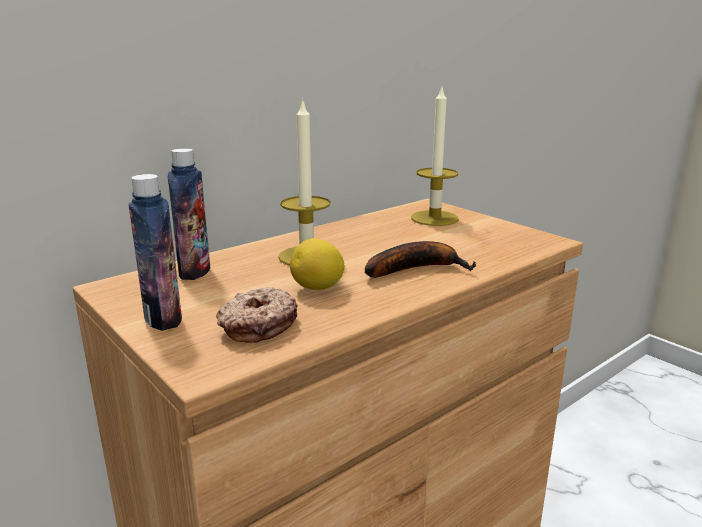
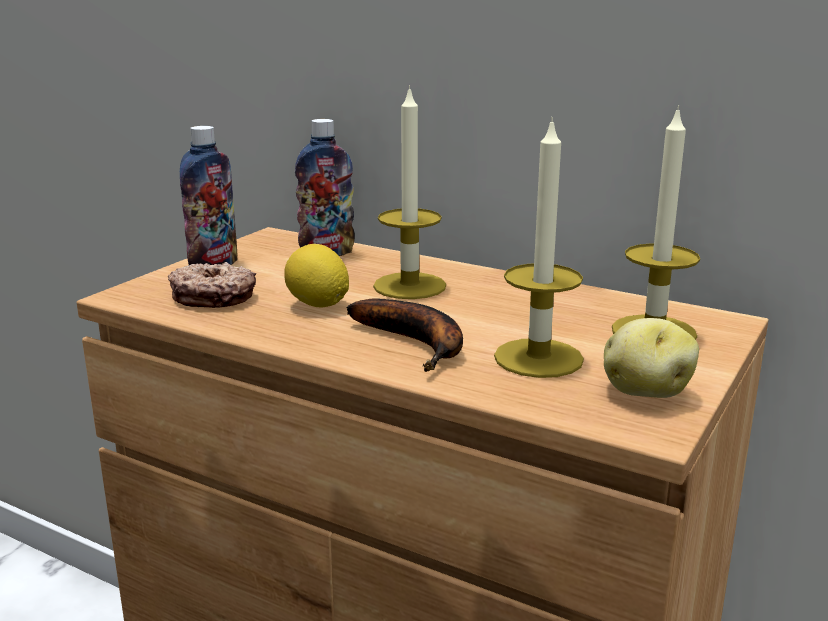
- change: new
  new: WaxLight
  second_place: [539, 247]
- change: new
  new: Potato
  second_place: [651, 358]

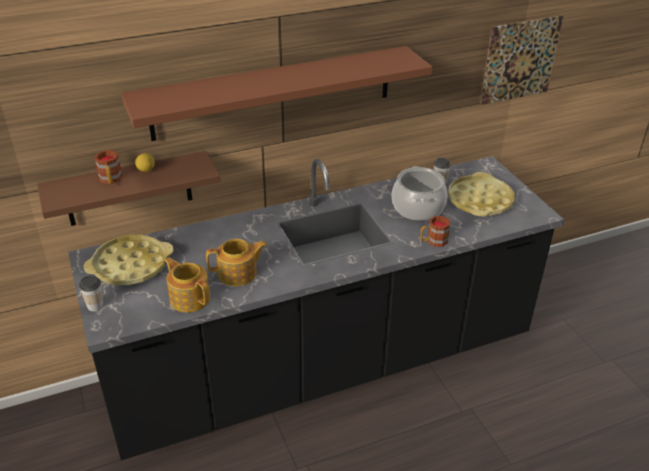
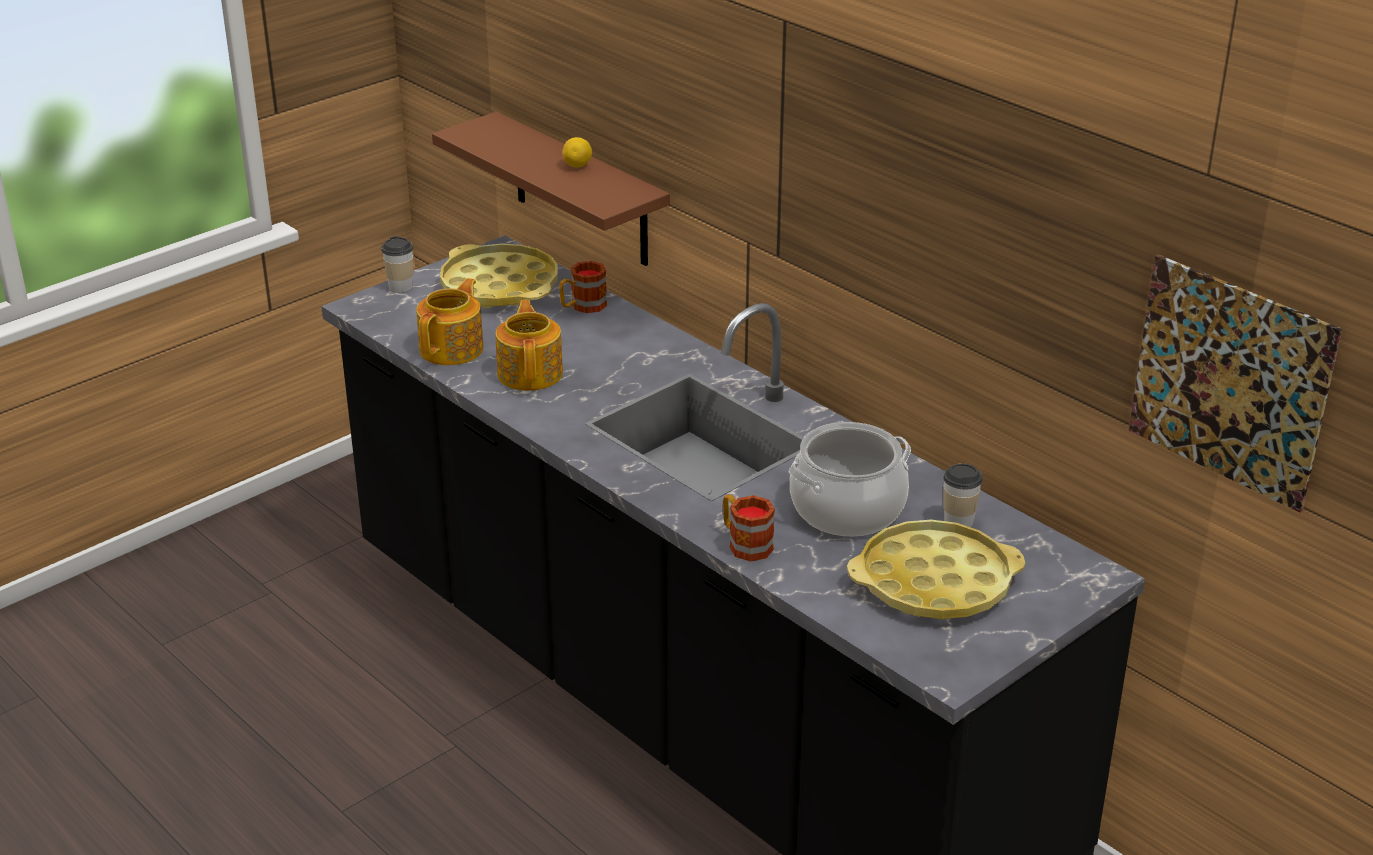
- change: rotated
  old: PotForTea
  first_place: [236, 262]
  second_place: [529, 345]
  degrees: -150
- change: shifted
  old: CoffeeMug
  first_place: [108, 167]
  second_place: [583, 287]
- change: gone
  old: BrownColouredShelf
  first_place: [276, 93]

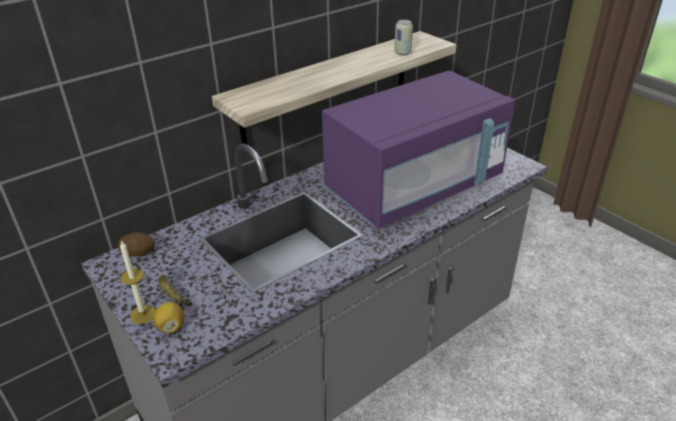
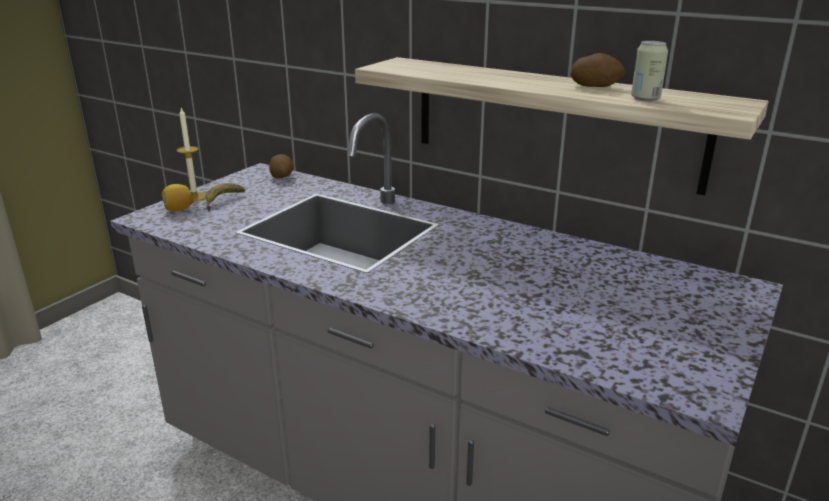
- change: new
  new: Potato
  second_place: [597, 70]
- change: gone
  old: PurpleColouredMicrowaveOven
  first_place: [418, 150]

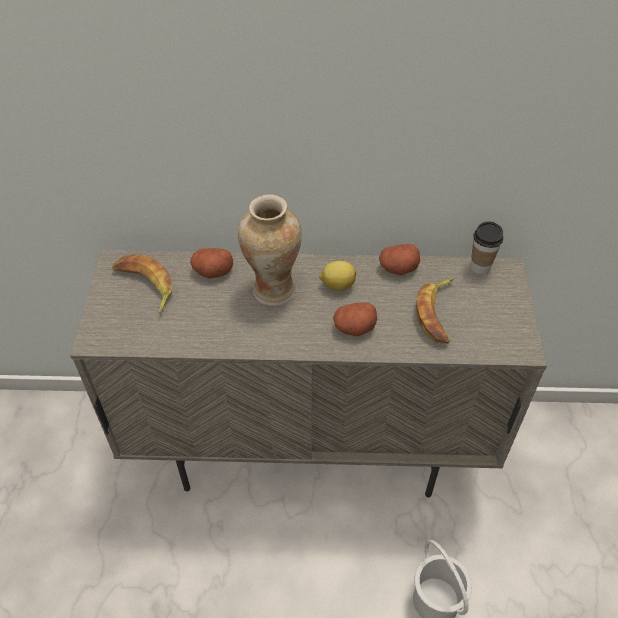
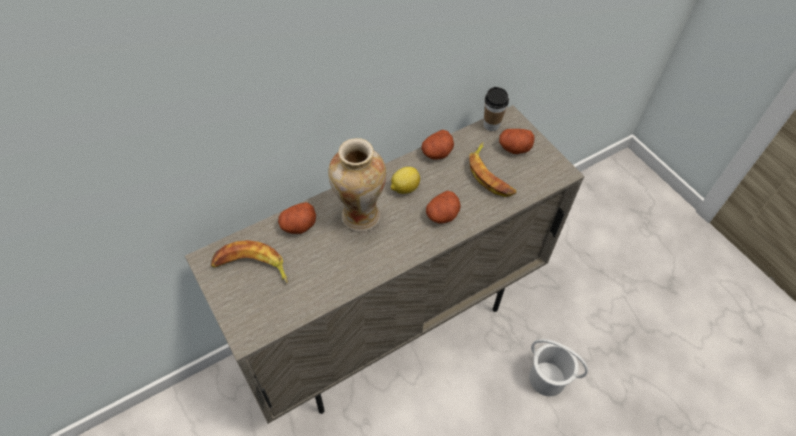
- change: new
  new: Potato
  second_place: [517, 141]

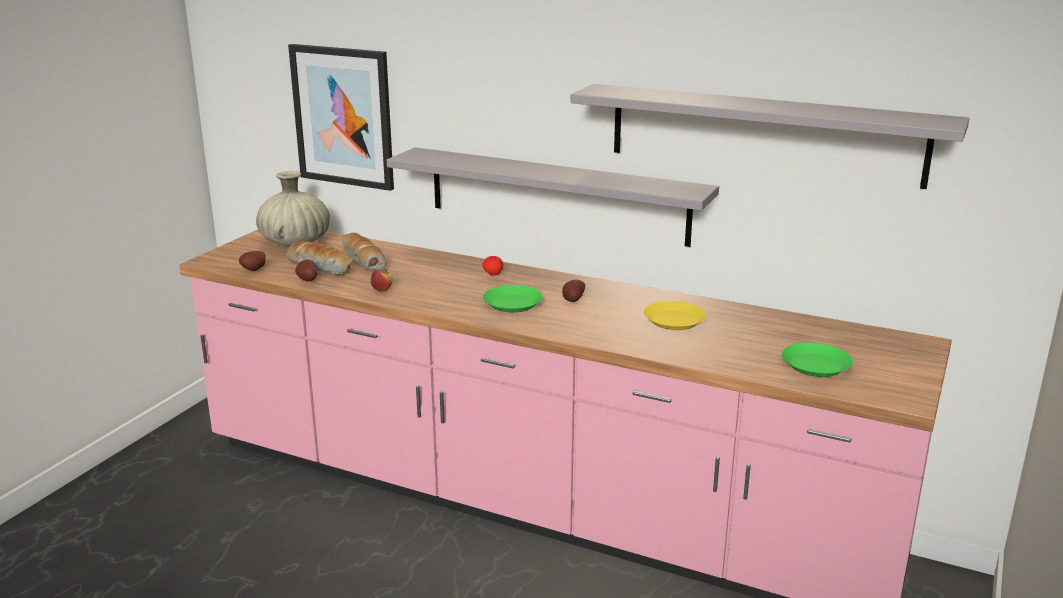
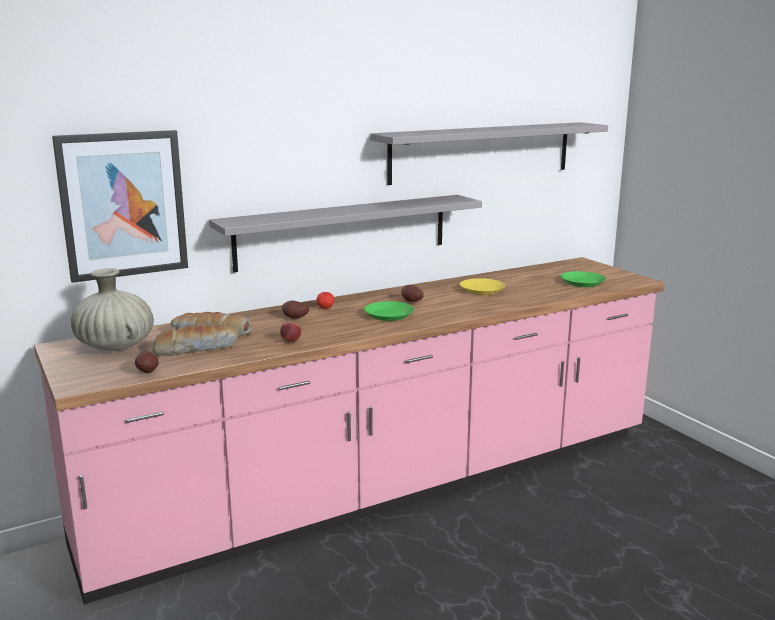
- change: shifted
  old: Potato
  first_place: [306, 270]
  second_place: [295, 310]

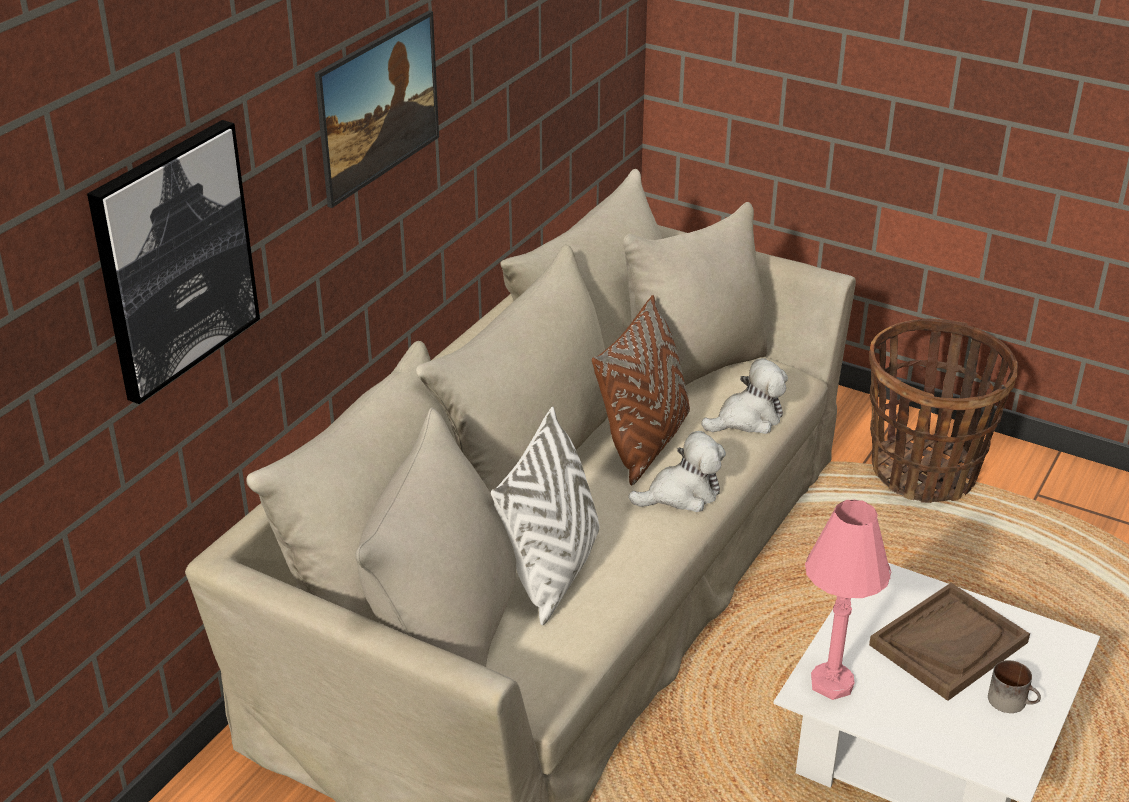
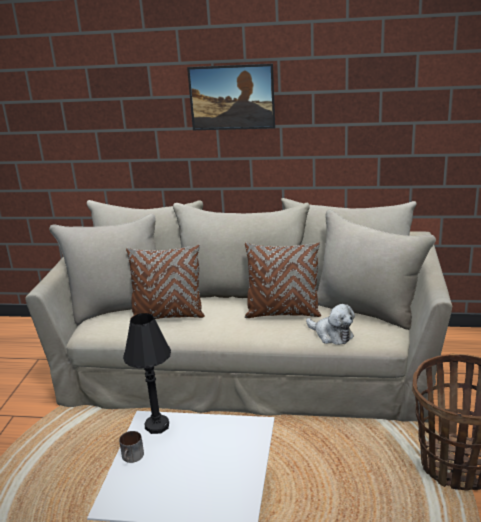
- change: shifted
  old: CoffeeMug
  first_place: [1014, 686]
  second_place: [131, 447]
- change: repainted
  old: PinkColouredTableLamp
  new: BlackTableLamp
  first_place: [848, 600]
  second_place: [147, 373]
- change: repainted
  old: WhitishPillow
  new: BrownColouredPillow
  first_place: [545, 516]
  second_place: [165, 282]
- change: gone
  old: Picture
  first_place: [173, 262]
- change: gone
  old: SoftToy
  first_place: [677, 471]
- change: gone
  old: BrownColouredServingTray
  first_place: [949, 642]

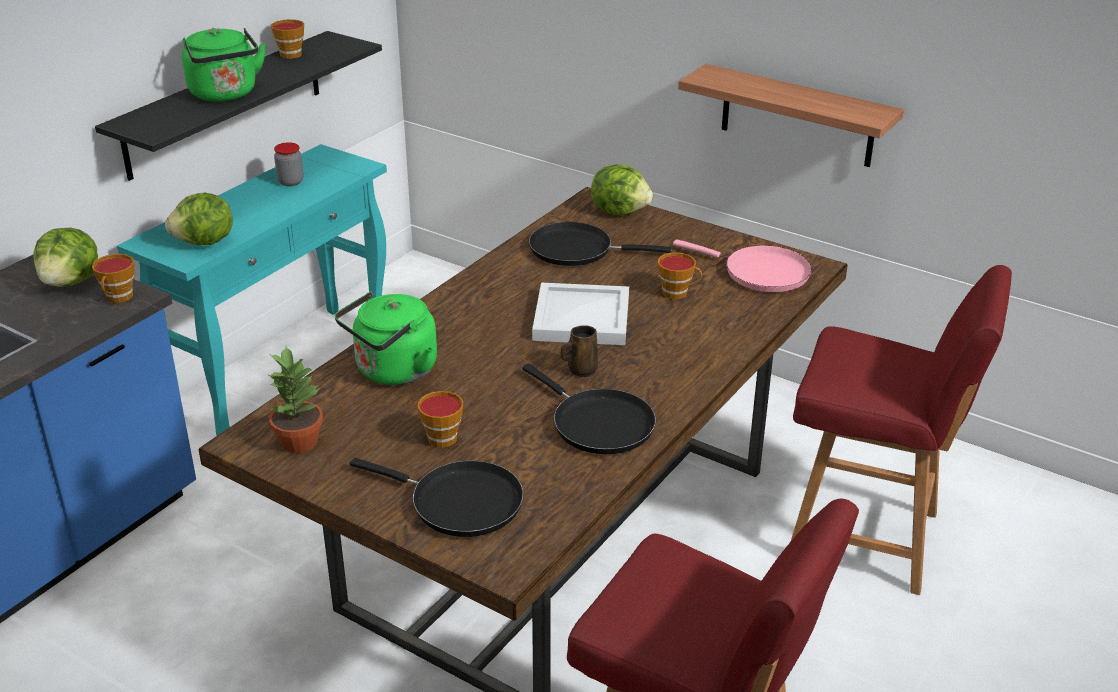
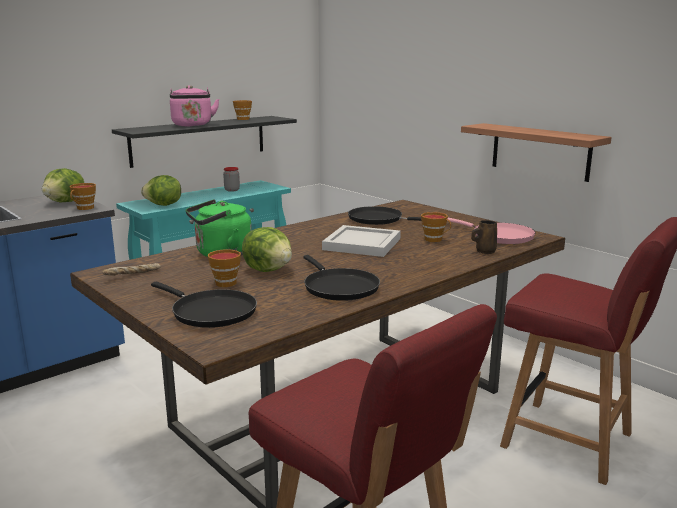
- change: swapped
  old: PottedPlant
  new: Bread
  first_place: [295, 400]
  second_place: [131, 269]
- change: repainted
  old: GreenKettle
  new: PinkColouredKettle
  first_place: [224, 65]
  second_place: [194, 106]
- change: shifted
  old: LettuceHead
  first_place: [622, 190]
  second_place: [267, 249]
- change: shifted
  old: BrownColouredCoffeeMug
  first_place: [579, 351]
  second_place: [484, 237]

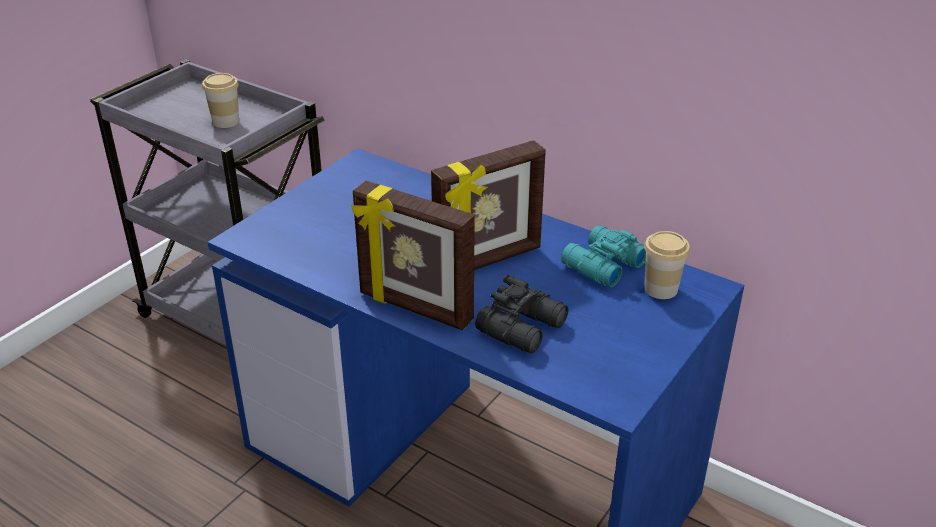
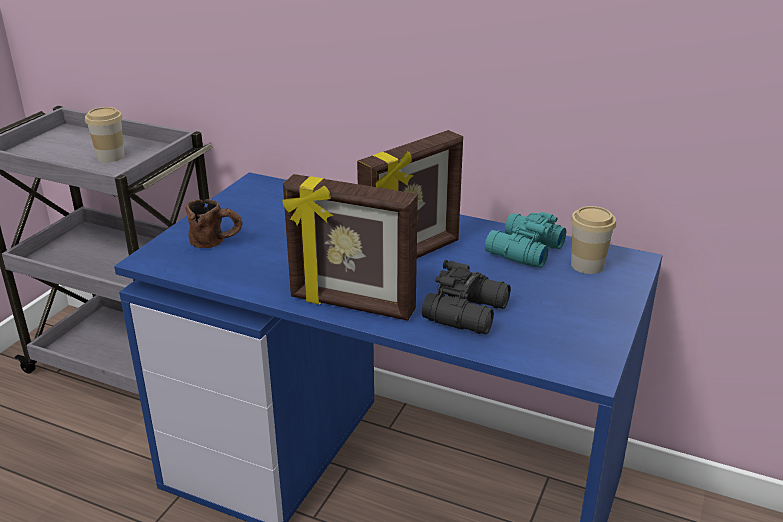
- change: new
  new: BrownColouredCoffeeMug
  second_place: [214, 223]

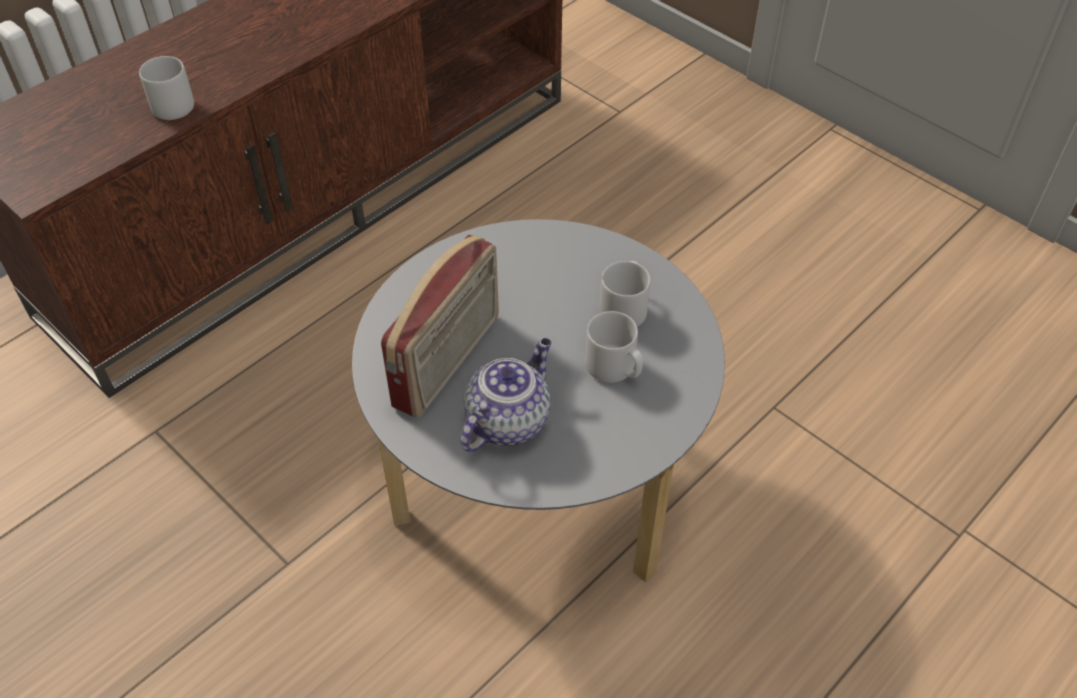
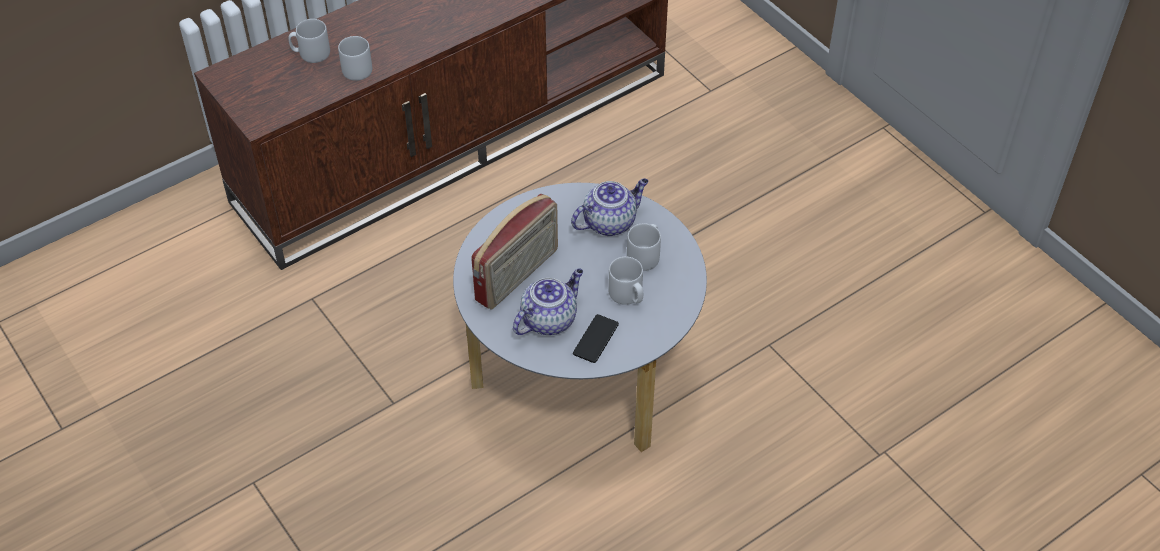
- change: new
  new: GreyishCoffeeMug
  second_place: [309, 41]
- change: new
  new: PotForTea
  second_place: [610, 207]
- change: new
  new: Phone
  second_place: [596, 338]

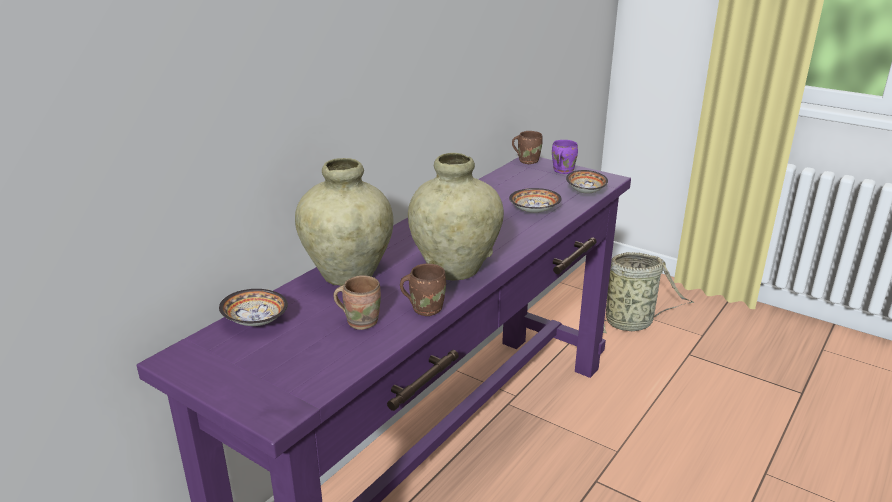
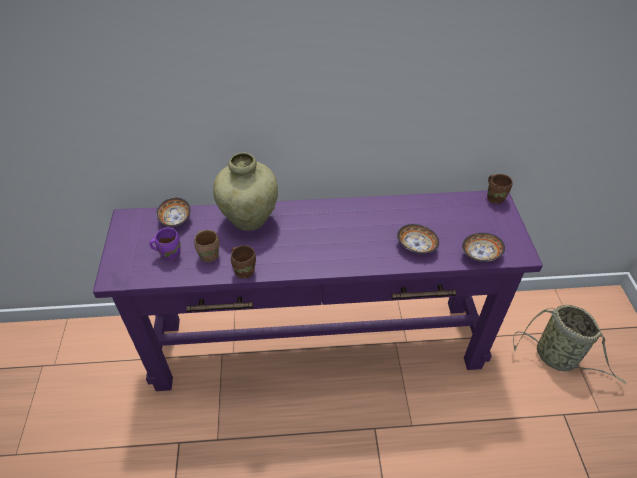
- change: shifted
  old: PurpleColouredCoffeeMug
  first_place: [565, 157]
  second_place: [164, 244]
- change: gone
  old: BeigeColouredVase
  first_place: [456, 217]

